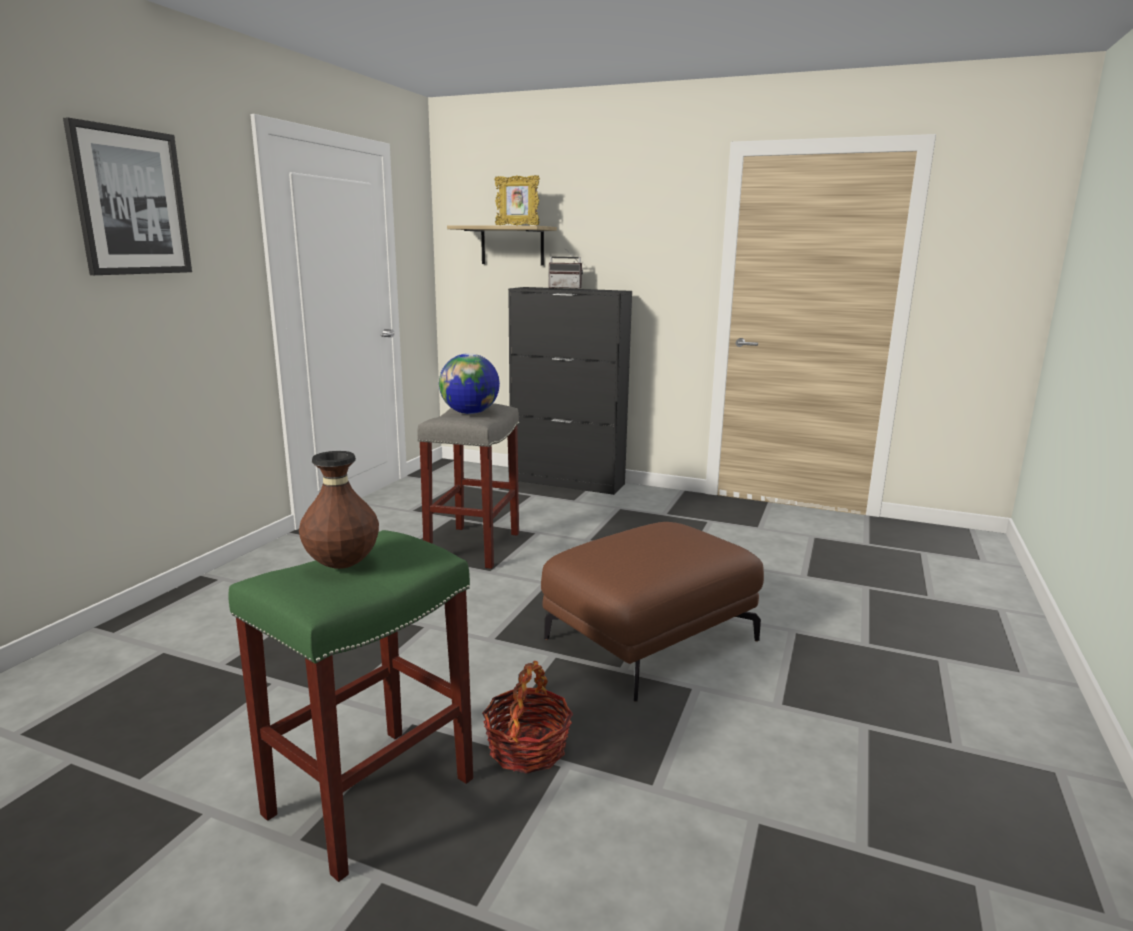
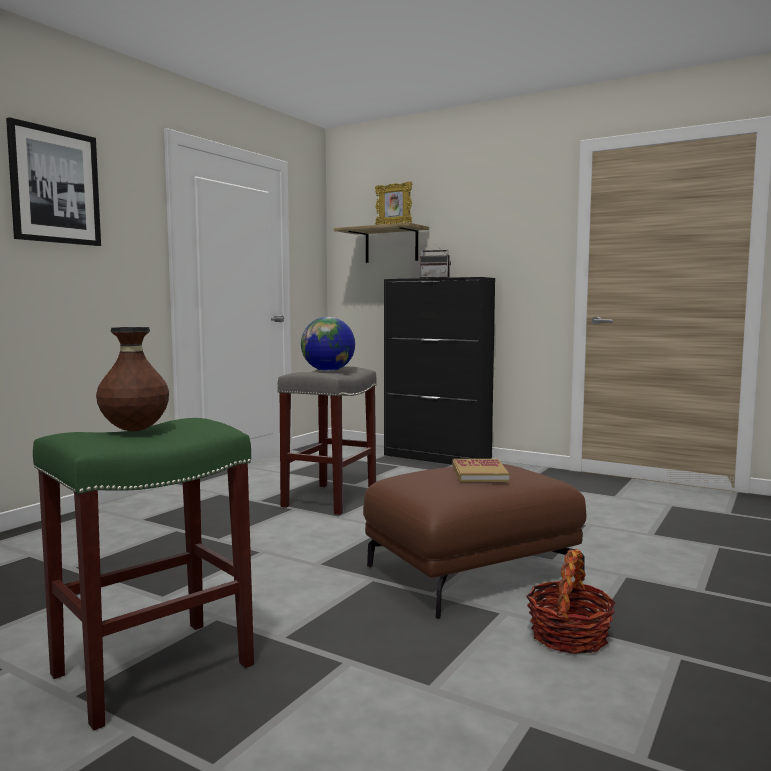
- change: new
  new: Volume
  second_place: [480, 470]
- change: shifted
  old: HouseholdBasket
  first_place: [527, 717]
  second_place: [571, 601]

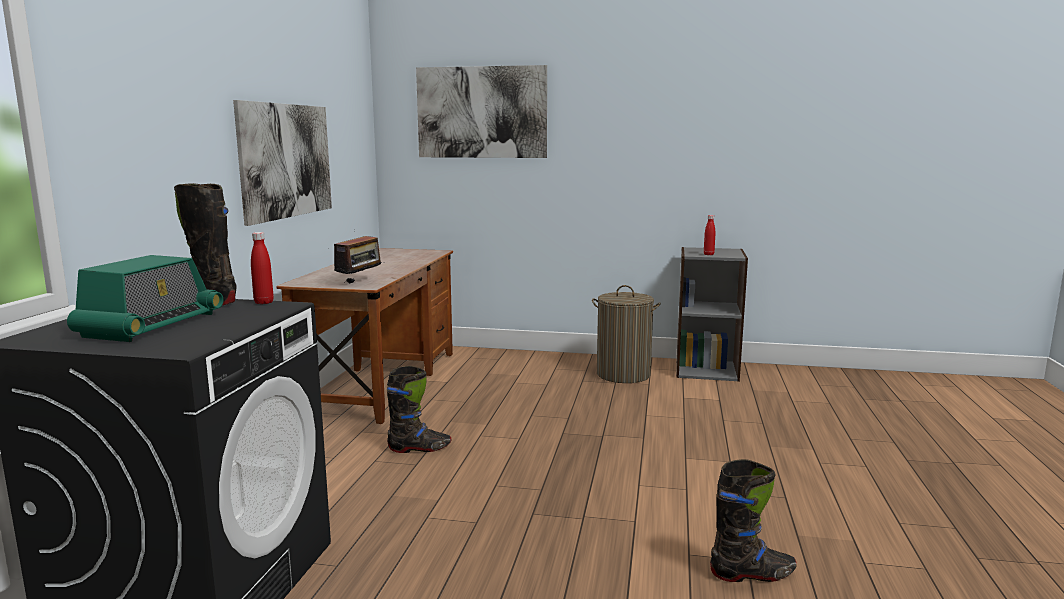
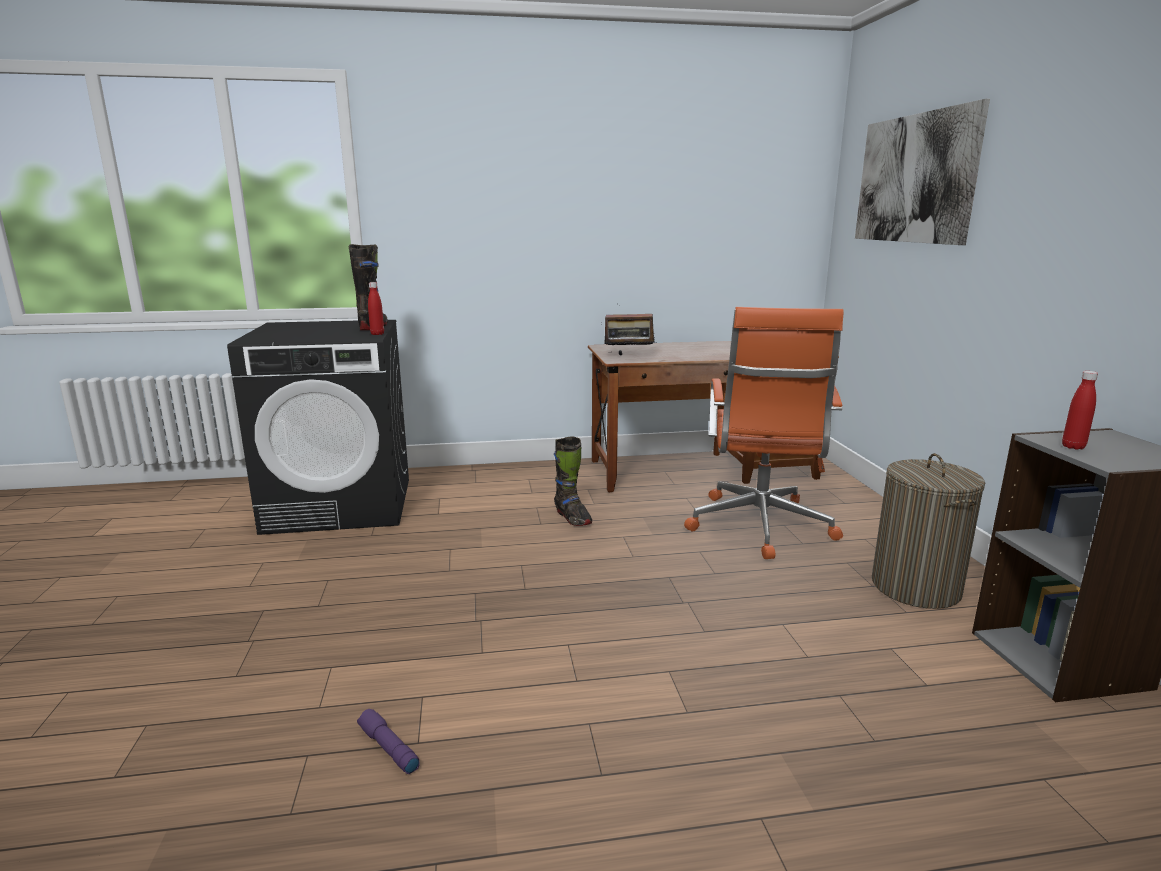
- change: swapped
  old: BlackHighTopBoot
  new: PurpleColouredHandTorch
  first_place: [753, 520]
  second_place: [388, 741]
- change: new
  new: OrangeComputerChair
  second_place: [764, 433]
- change: gone
  old: RadioSet
  first_place: [145, 298]
- change: gone
  old: Picture
  first_place: [282, 163]

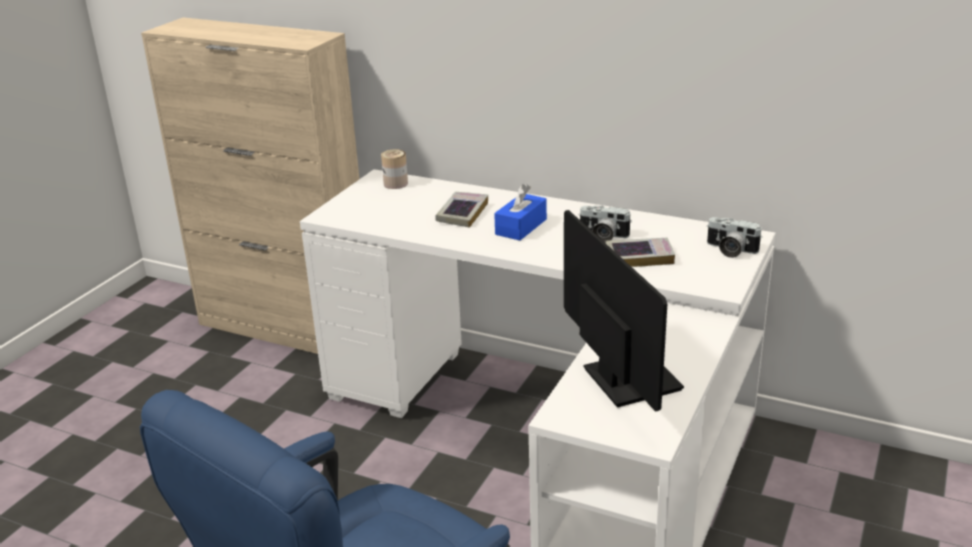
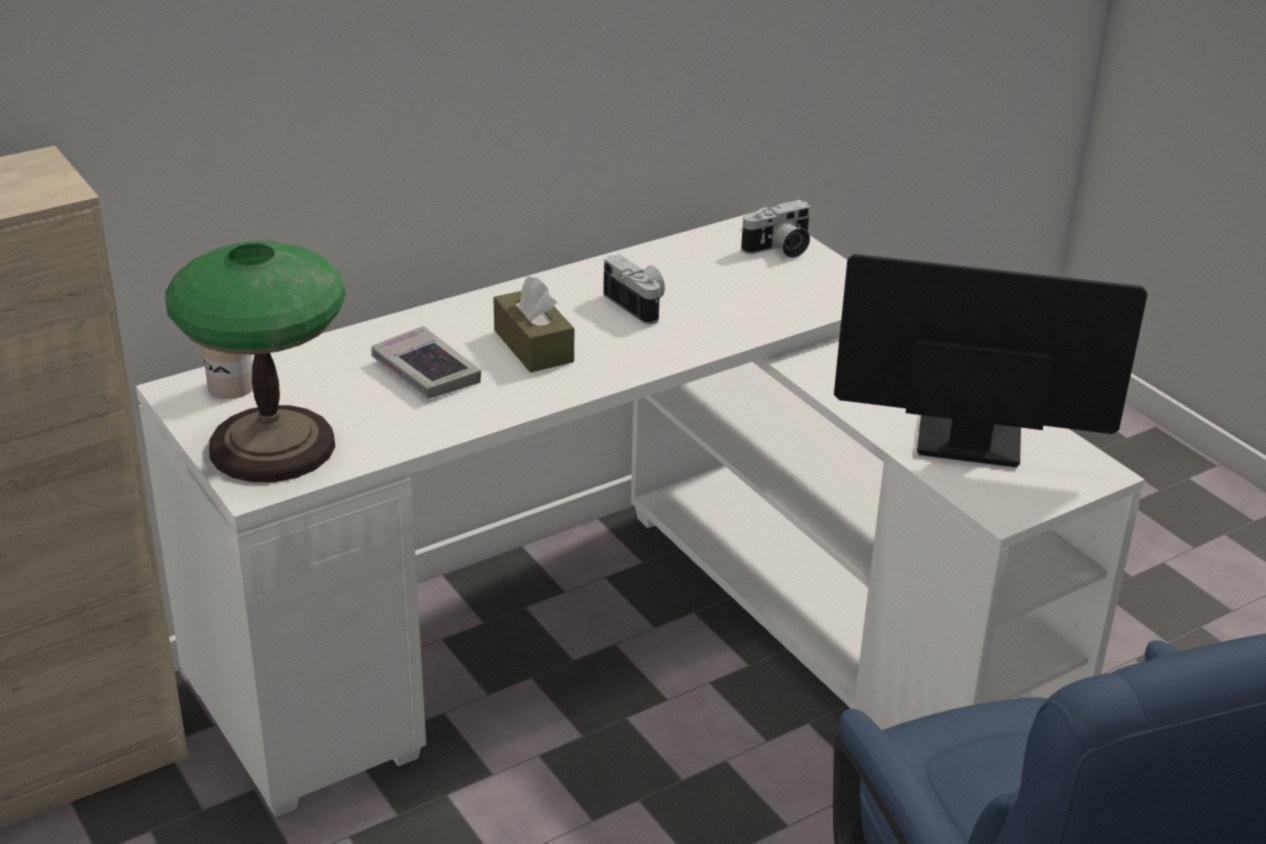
- change: new
  new: TableLamp
  second_place: [255, 361]
- change: repainted
  old: BlueColouredBoxOfTissues
  new: BrownColouredBoxOfTissues
  first_place: [520, 212]
  second_place: [533, 324]
- change: rotated
  old: PhotoCamera
  first_place: [605, 224]
  second_place: [634, 289]
  degrees: -90
- change: gone
  old: Volume
  first_place: [640, 252]

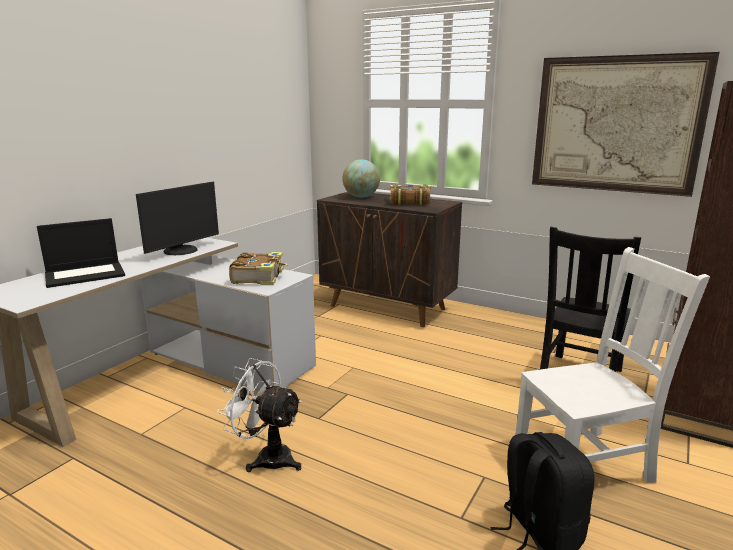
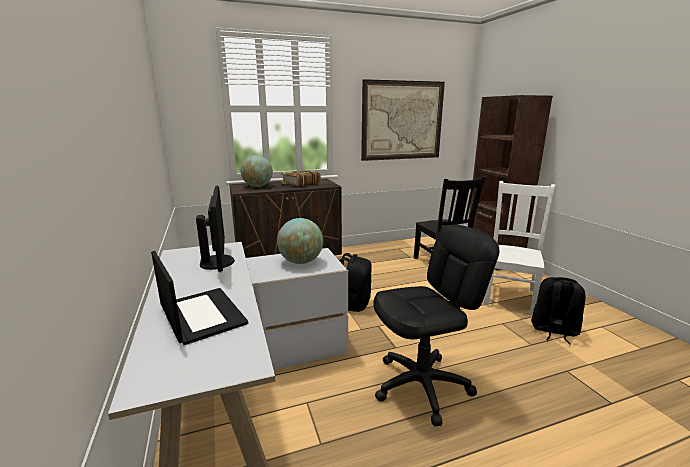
- change: rotated
  old: Laptop
  first_place: [81, 253]
  second_place: [199, 298]
  degrees: -45
- change: swapped
  old: Volume
  new: WorldGlobe
  first_place: [258, 268]
  second_place: [300, 241]
- change: new
  new: BlackBackpack
  second_place: [356, 282]
- change: swapped
  old: WhitishCoolingFan
  new: BlackComputerChair
  first_place: [259, 415]
  second_place: [436, 325]

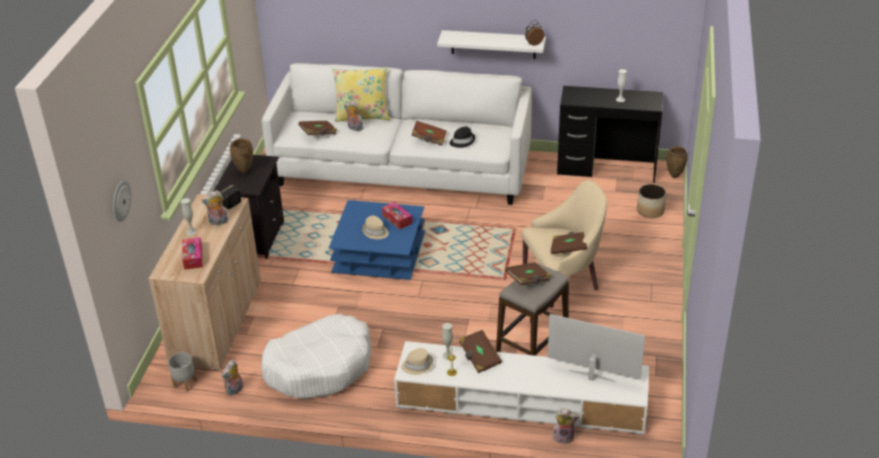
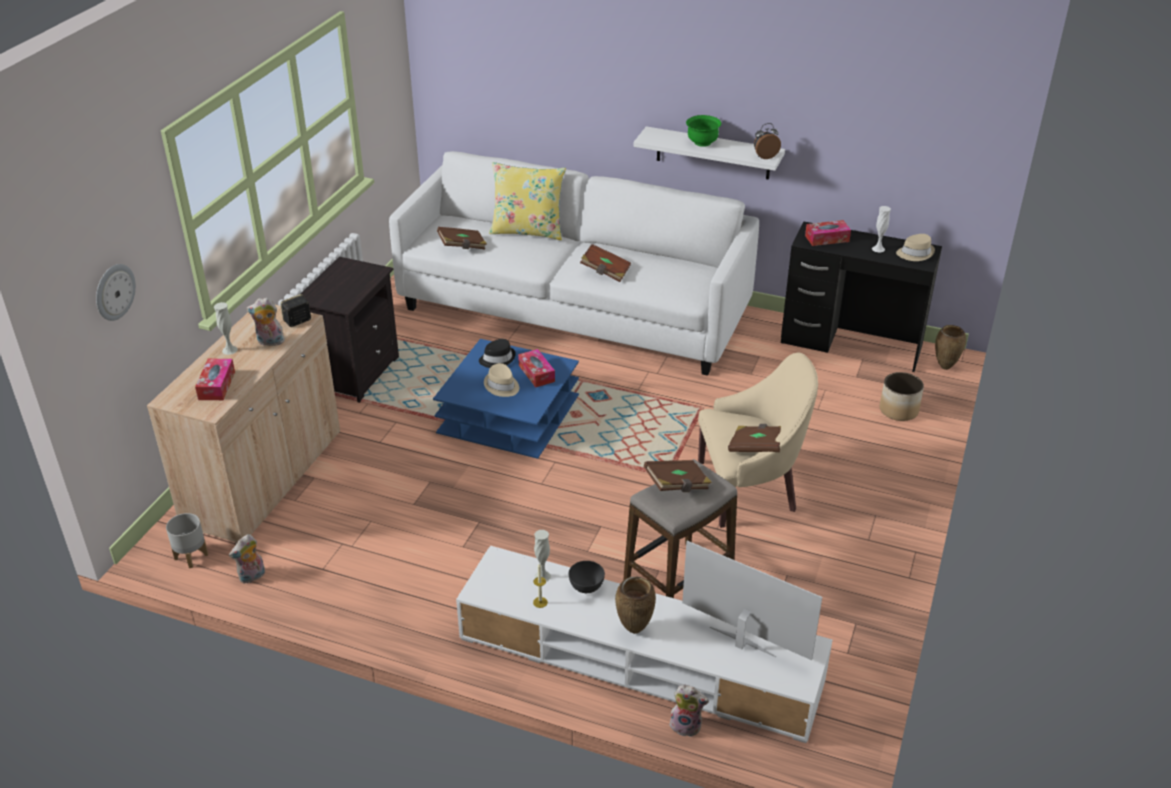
- change: shifted
  old: BlackClothingHat
  first_place: [462, 137]
  second_place: [497, 353]
- change: swapped
  old: BrownColouredVolume
  new: GreyishBowl
  first_place: [480, 351]
  second_place: [587, 577]
- change: shifted
  old: BrownColouredVase
  first_place: [241, 156]
  second_place: [635, 605]
- change: new
  new: GreenBowl
  second_place: [703, 131]
- change: new
  new: BoxOfTissues
  second_place: [828, 233]
- change: shifted
  old: BeigeColouredClothingHat
  first_place: [417, 361]
  second_place: [915, 247]
- change: gone
  old: WhitishDogCushion
  first_place: [316, 356]
- change: gone
  old: SoftToy
  first_place: [354, 115]

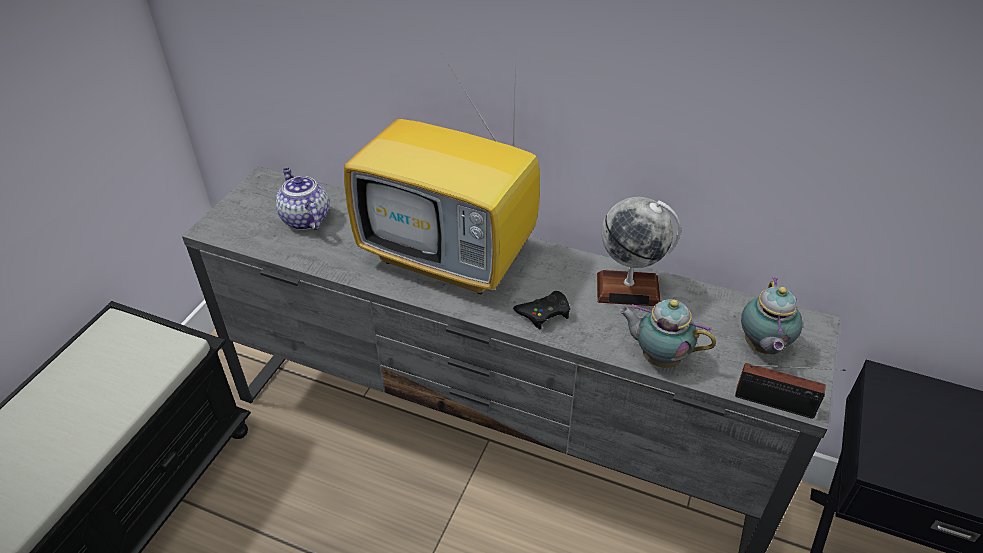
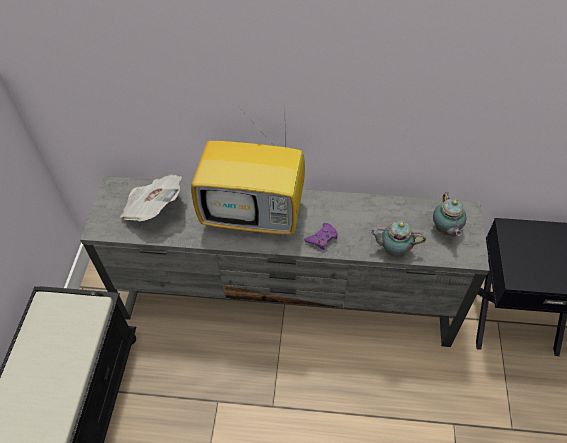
- change: swapped
  old: PotForTea
  new: DailyPaper
  first_place: [302, 199]
  second_place: [151, 197]
- change: repainted
  old: BlackJoypad
  new: PurpleColouredJoypad
  first_place: [541, 310]
  second_place: [321, 236]
- change: gone
  old: WorldGlobe
  first_place: [639, 251]
- change: gone
  old: RadioSet
  first_place: [790, 391]

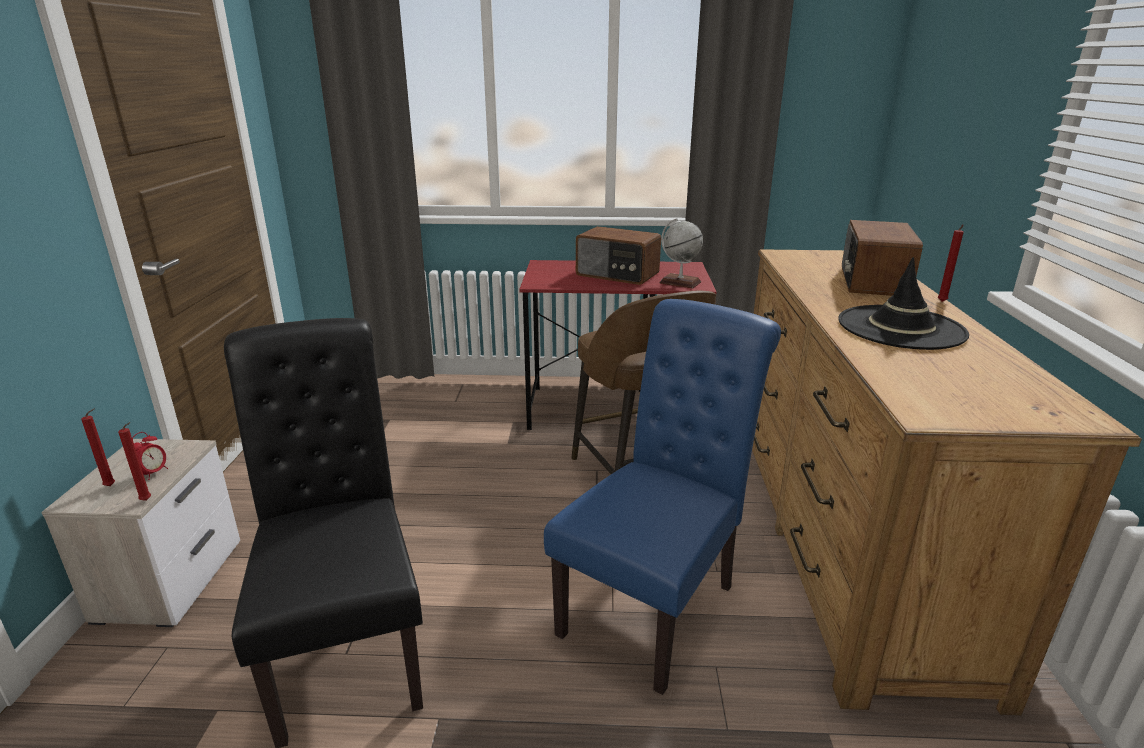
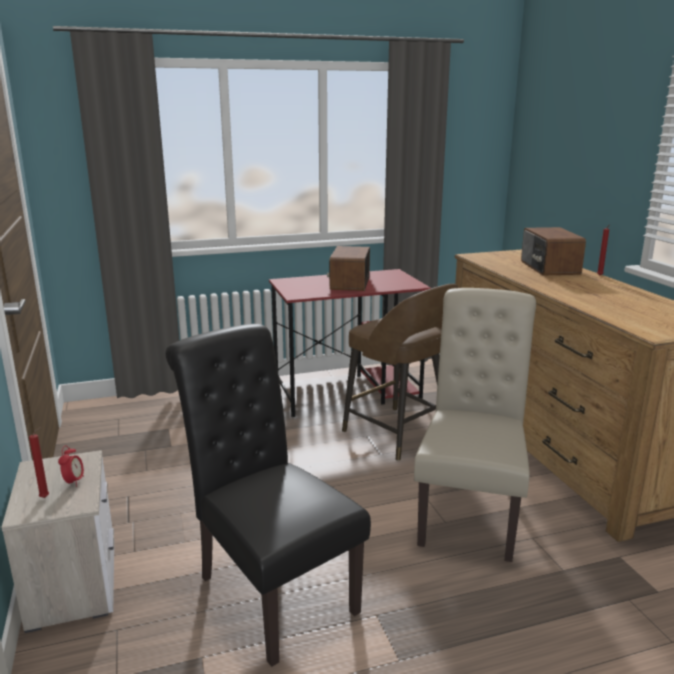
- change: rotated
  old: RadioSet
  first_place: [618, 255]
  second_place: [348, 268]
  degrees: 90
- change: repainted
  old: BlueColouredUprightChair
  new: BeigeColouredUprightChair
  first_place: [662, 497]
  second_place: [475, 425]
- change: gone
  old: ReddishWaxLight
  first_place: [134, 461]
- change: gone
  old: WorldGlobe
  first_place: [681, 253]
- change: gone
  old: BlackClothingHat
  first_place: [903, 303]

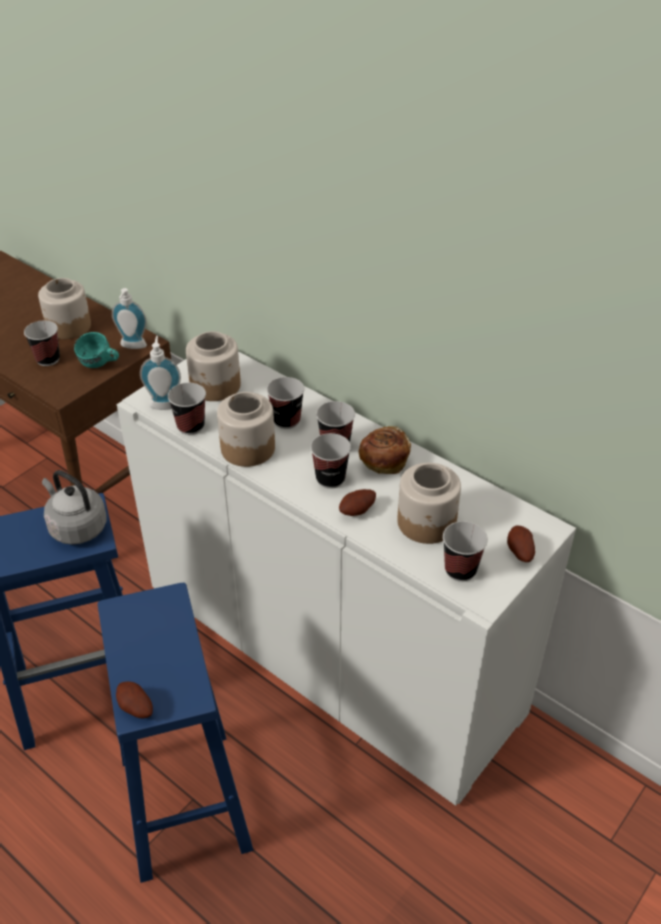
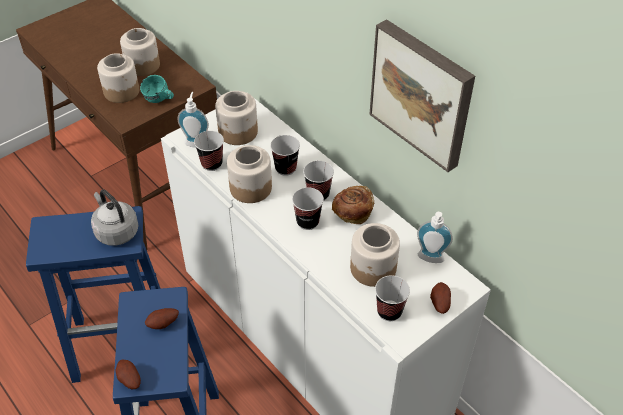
- change: swapped
  old: DrinkingCup
  new: StorageJar
  first_place: [42, 343]
  second_place: [118, 78]
- change: shifted
  old: Potato
  first_place: [357, 502]
  second_place: [162, 318]
- change: new
  new: Picture
  second_place: [422, 95]
- change: shifted
  old: LiquidSoapBottle
  first_place: [129, 318]
  second_place: [435, 237]

